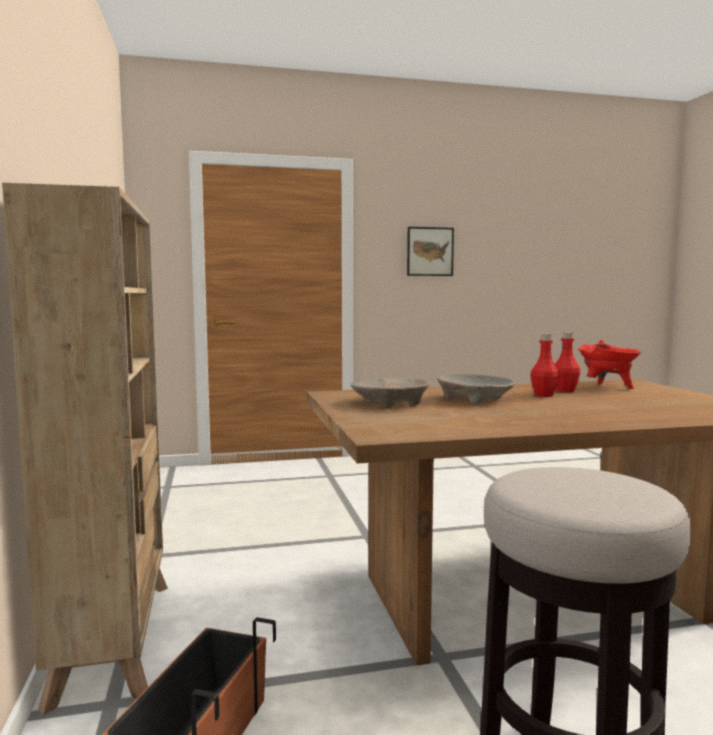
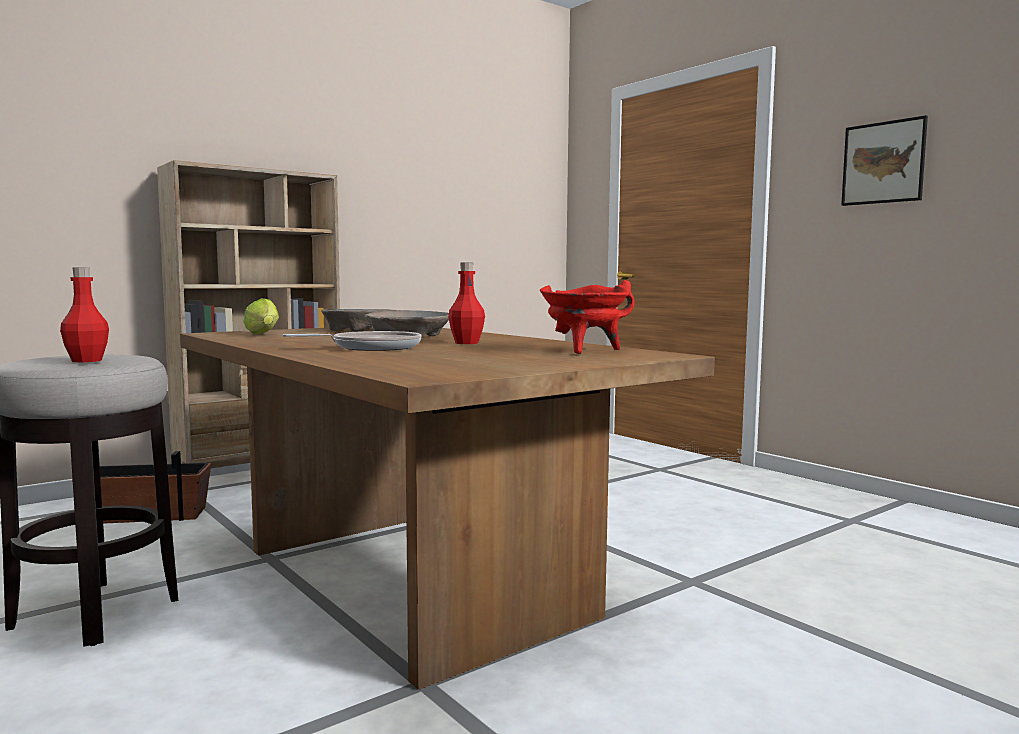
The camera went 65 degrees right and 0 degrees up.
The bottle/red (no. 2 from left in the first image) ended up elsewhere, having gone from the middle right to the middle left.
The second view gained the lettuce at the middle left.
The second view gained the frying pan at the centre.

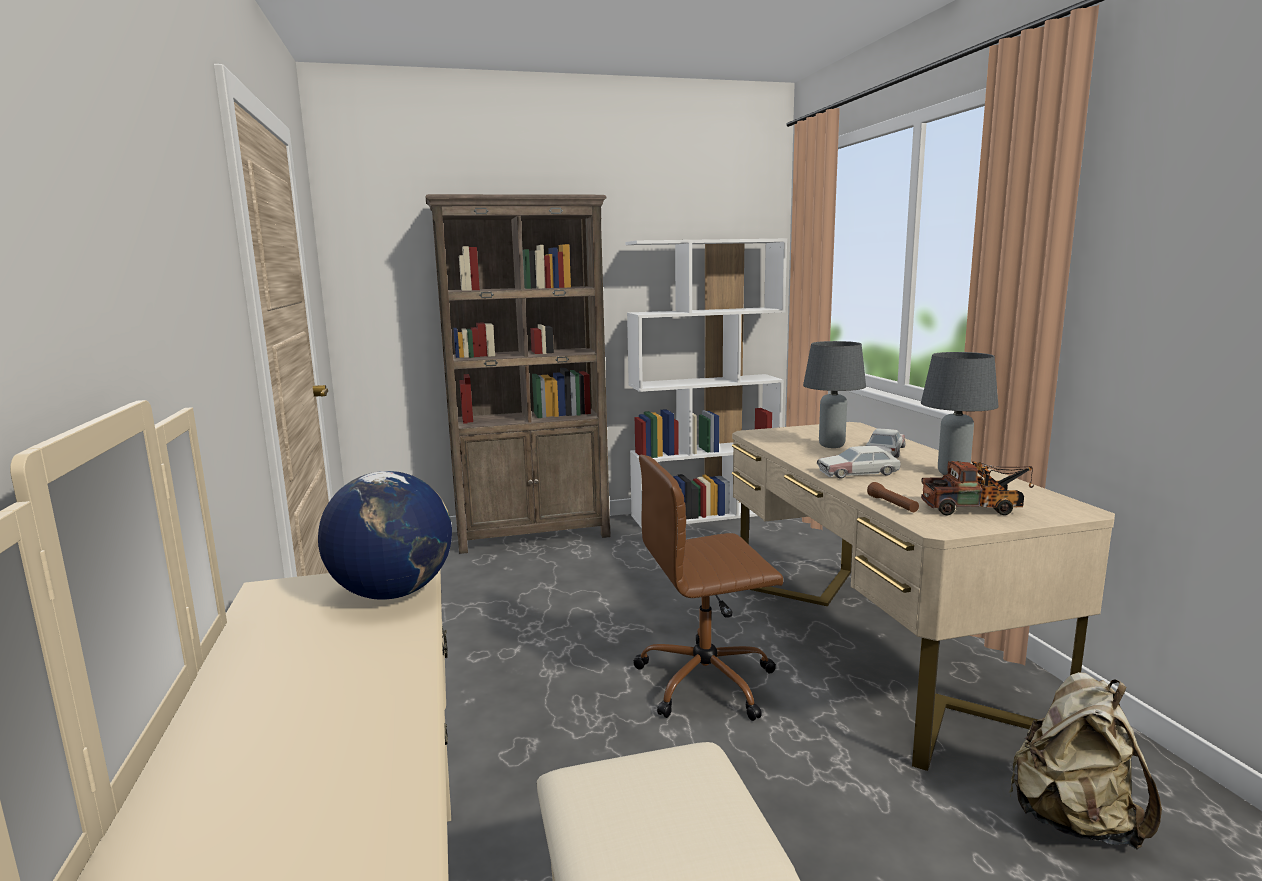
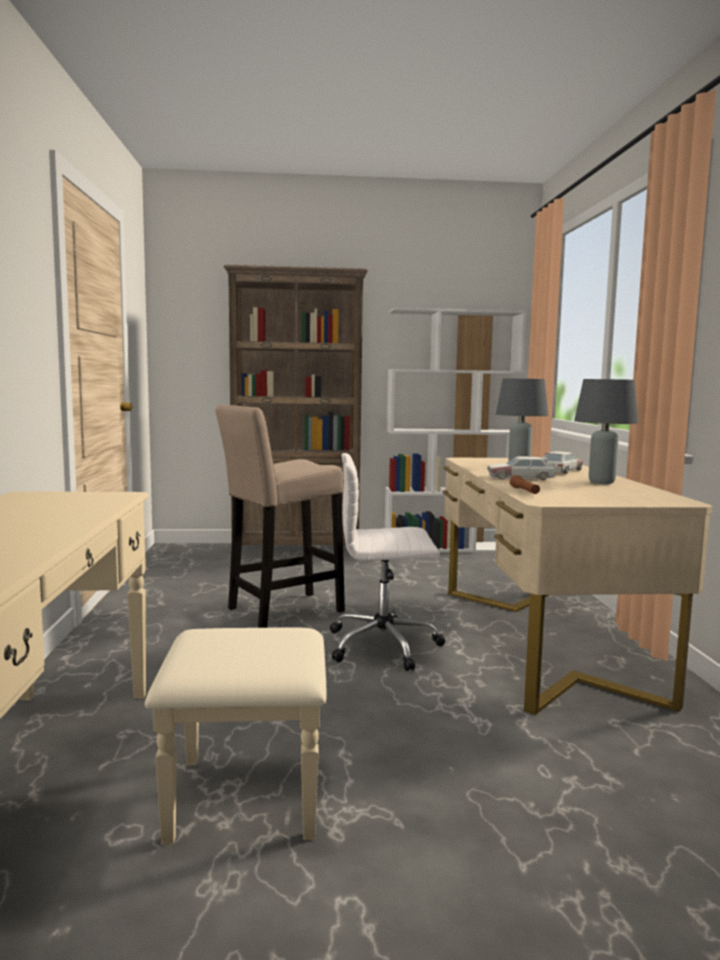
The camera went 10 degrees right and 5 degrees down.
What was the office chair/brown at the bottom centre turned into the office chair/white at the centre.
The second view lost the toy truck at the middle right.
The second view lost the globe at the middle left.
The second view lost the backpack/beige at the bottom right.
The second view gained the stool/beige at the centre.

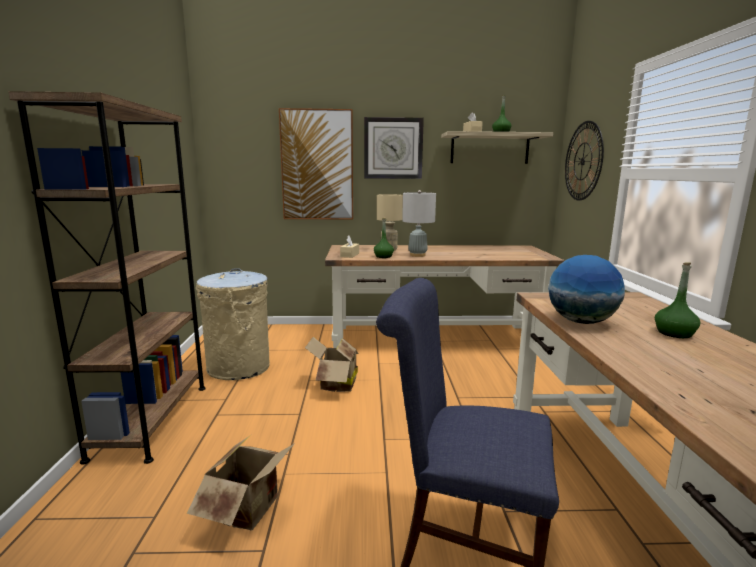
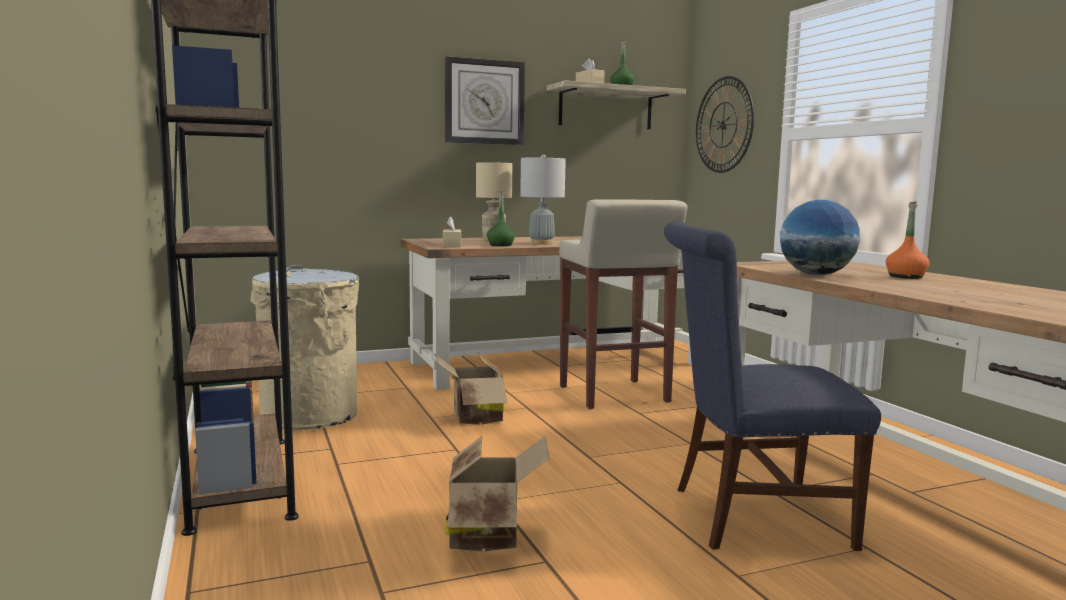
The camera went 20 degrees left and 5 degrees down.
The second view lost the picture at the top centre.
What was the bottle/green (no. 3 from left) at the middle right turned into the bottle/orange at the middle right.
The second view gained the stool/beige at the centre.

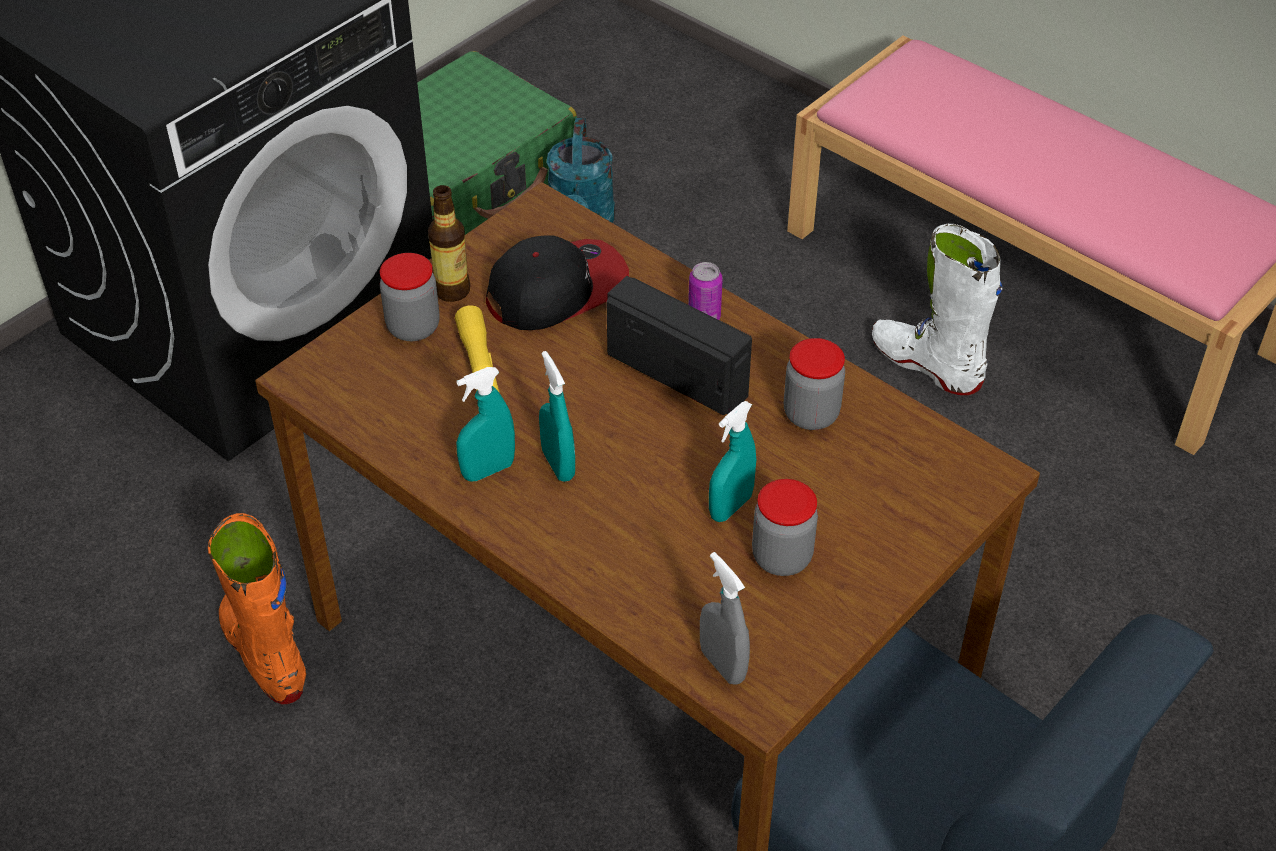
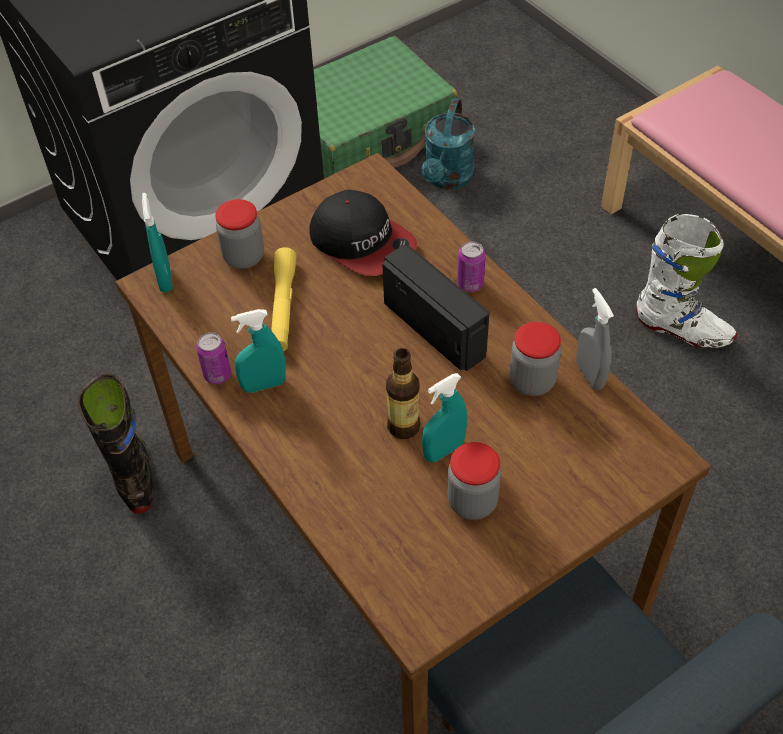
The camera went 15 degrees right and 5 degrees up.
The bottle ended up elsewhere, having gone from the top centre to the centre.
The boot/white at the middle right ended up facing another way, 150 degrees clockwise from before.
The cap at the top centre ended up facing another way, 60 degrees clockwise from before.
The spray bottle/turquoise (no. 2 from left in the first image) ended up elsewhere, having gone from the centre to the top left.
What was the boot/orange at the bottom left turned into the boot/black at the middle left.
The spray bottle/grey ended up elsewhere, having gone from the bottom centre to the middle right.
The second view gained the can (no. 1 from left) at the middle left.

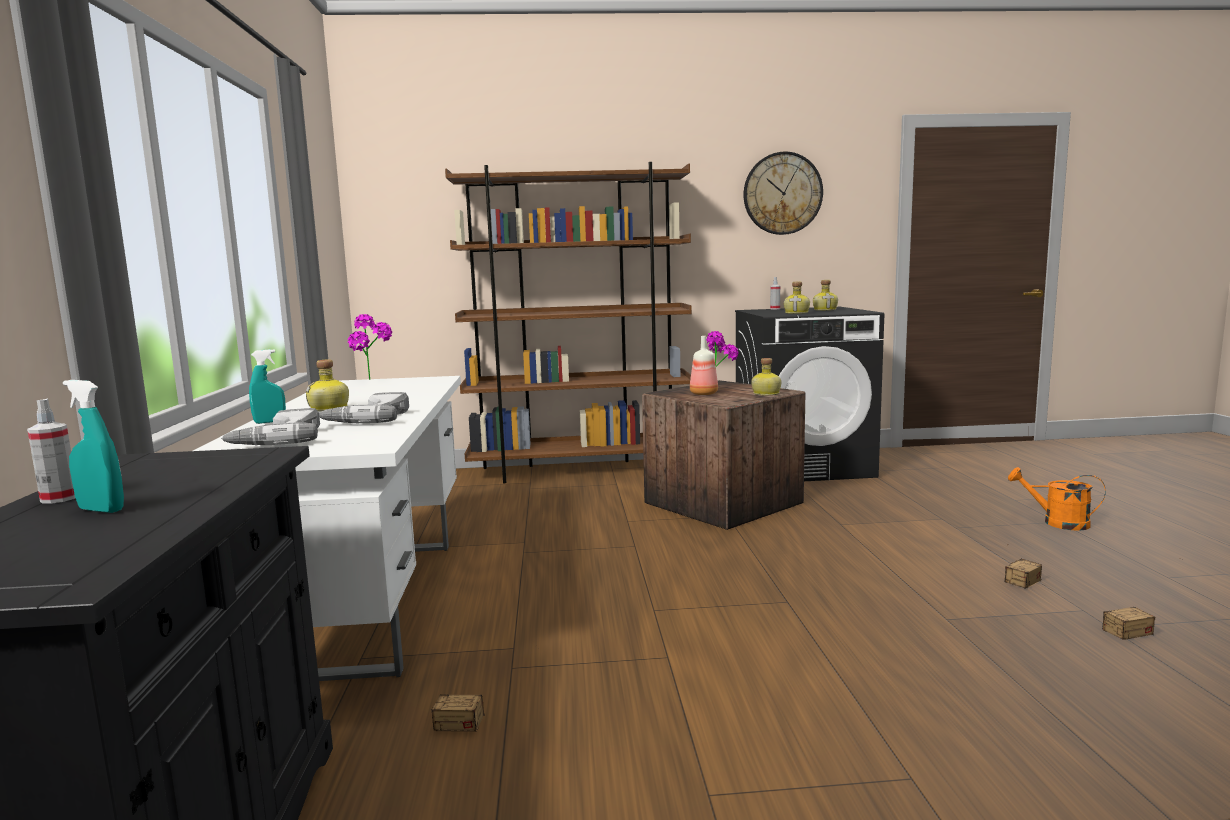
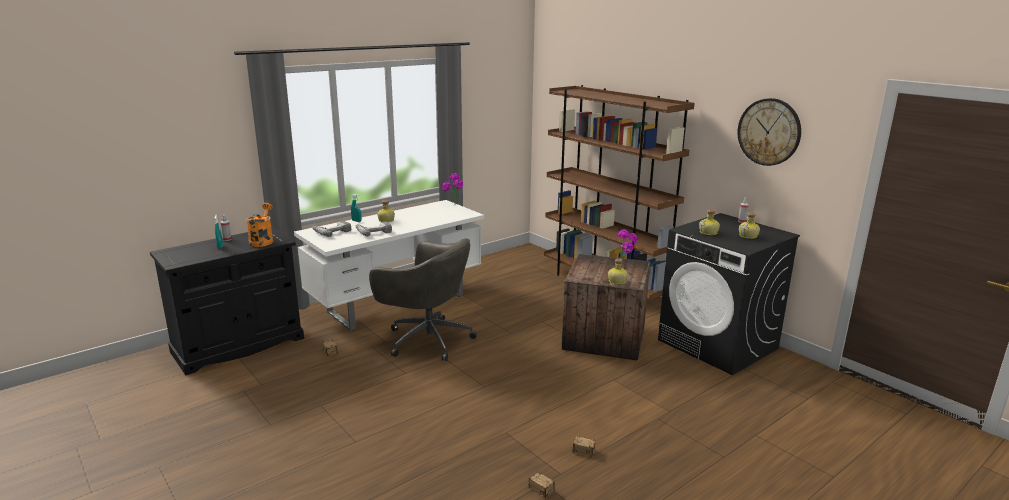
The camera went 55 degrees right and 10 degrees up.
The second view lost the bottle (no. 2 from left) at the centre.
The watering can/orange ended up elsewhere, having gone from the middle right to the middle left.
The second view gained the office chair/grey at the centre.

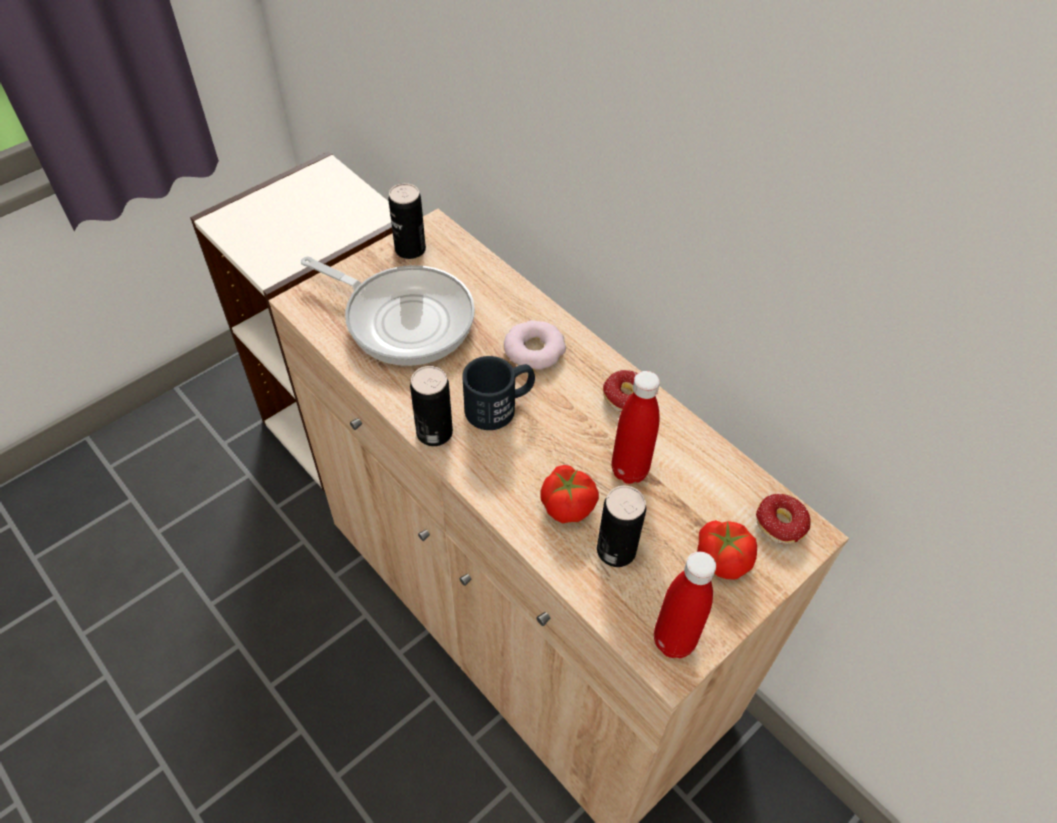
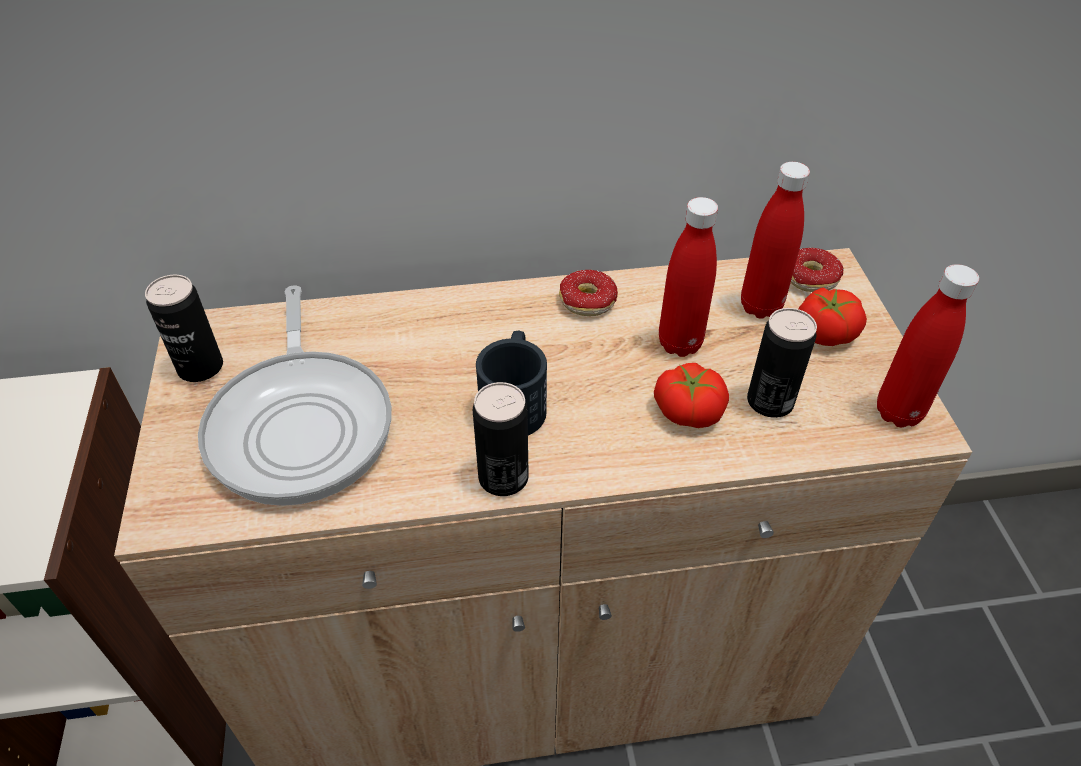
The camera went 55 degrees left and 5 degrees down.
The frying pan at the centre ended up facing another way, 105 degrees clockwise from before.
The second view lost the donut (no. 1 from left) at the centre.
The second view gained the bottle/red (no. 2 from left) at the top right.

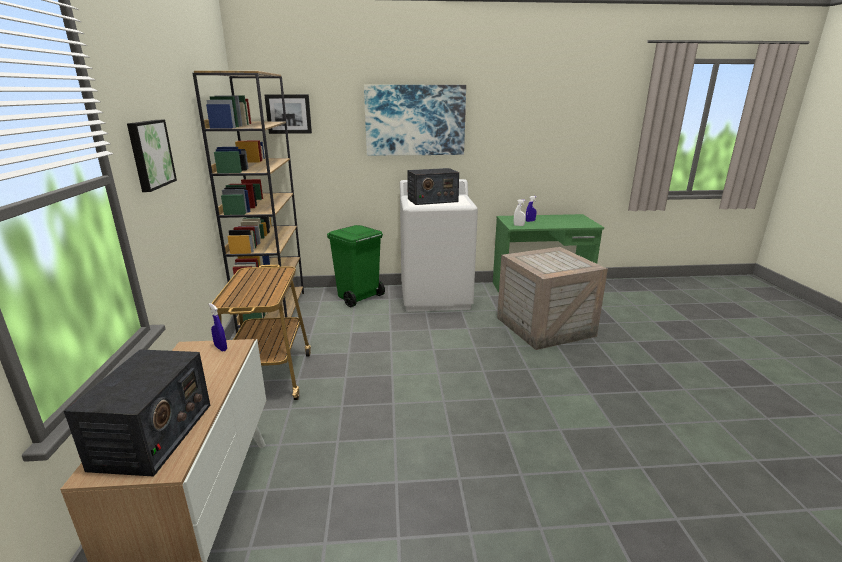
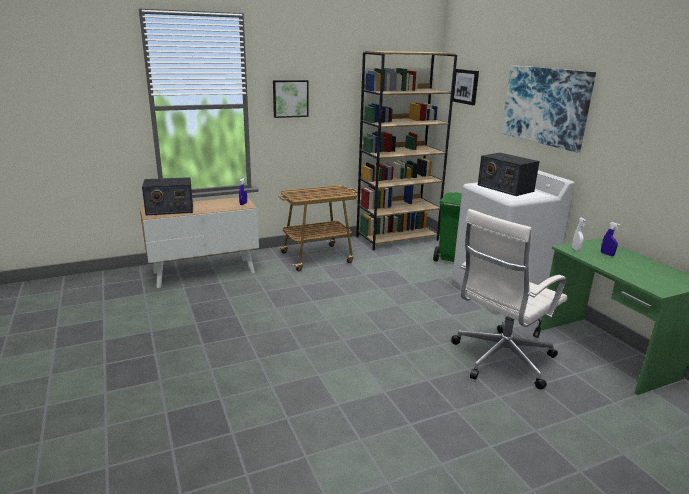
The camera went 70 degrees right and 0 degrees up.
Where the crate stood at the centre, the office chair/white came to stand at the middle right.

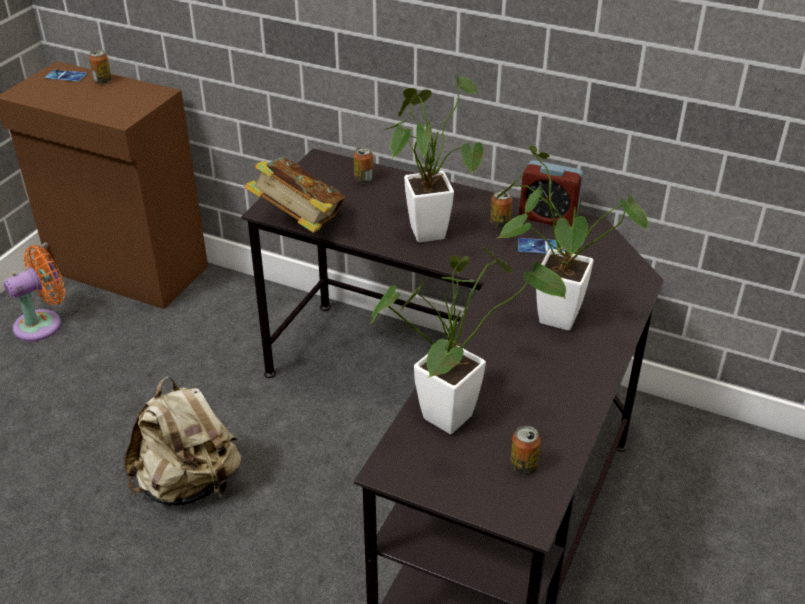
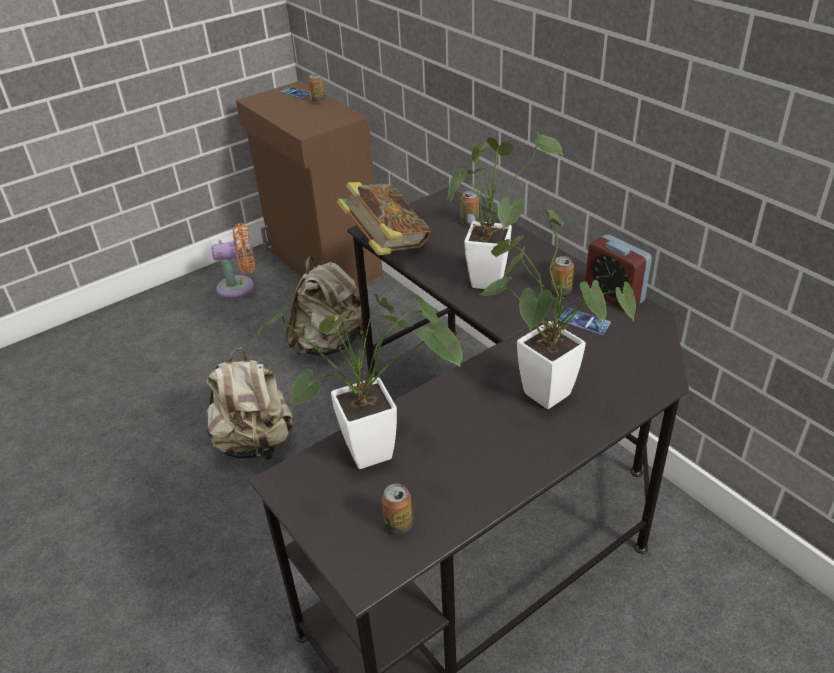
The camera went 30 degrees right and 0 degrees up.
The second view gained the backpack/beige (no. 2 from left) at the centre.

